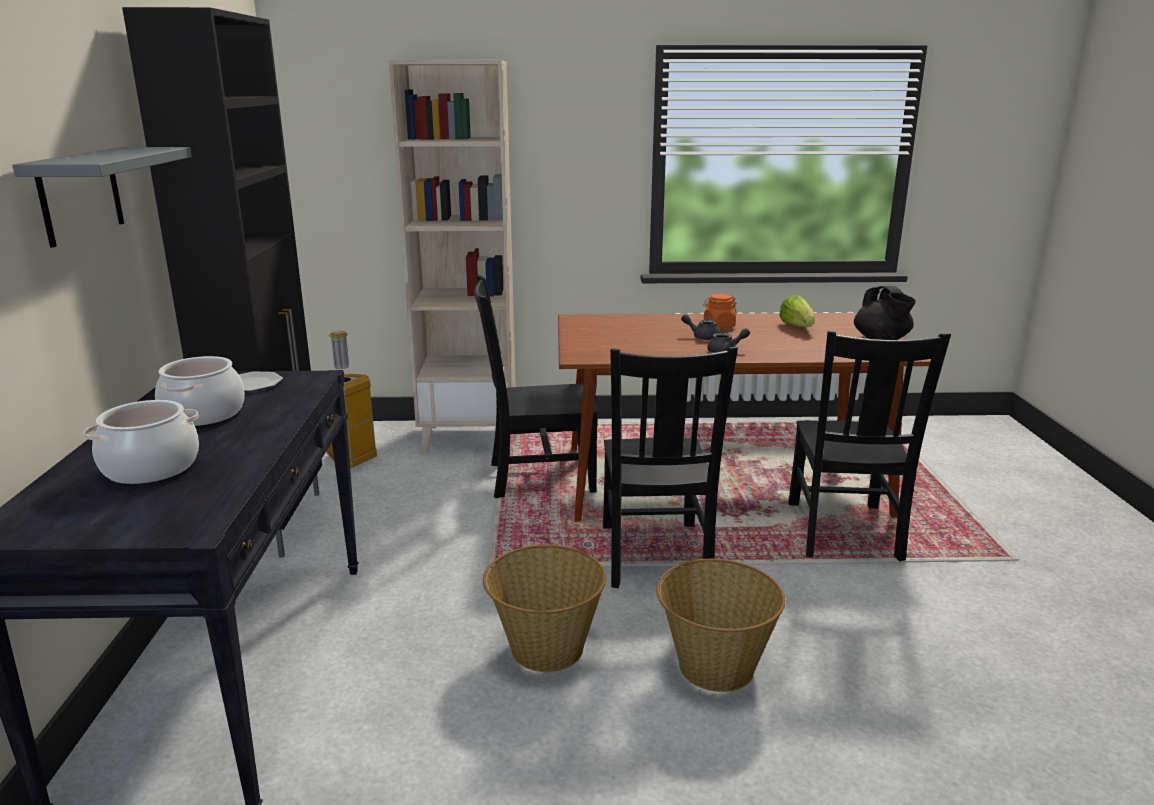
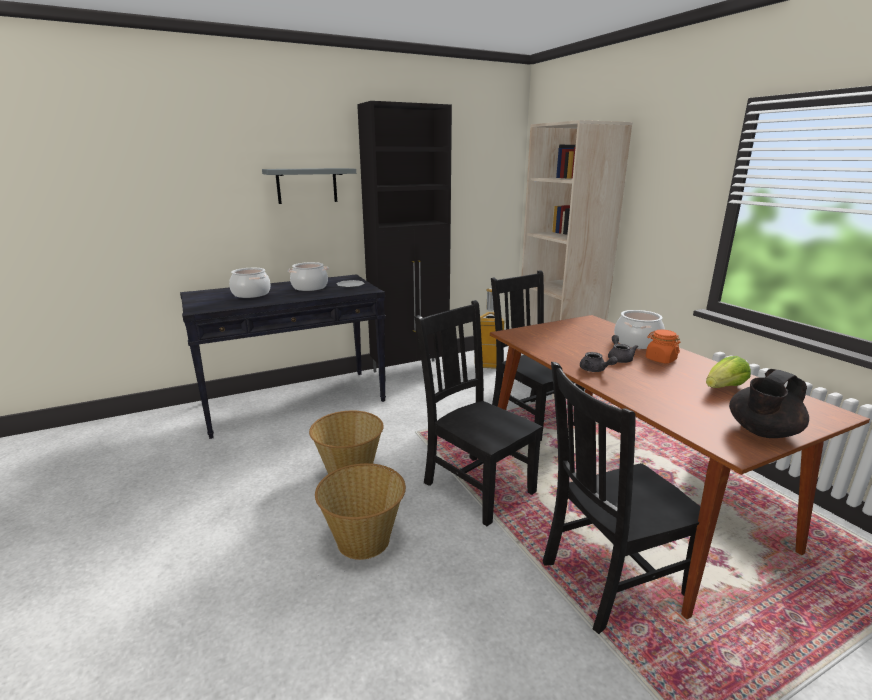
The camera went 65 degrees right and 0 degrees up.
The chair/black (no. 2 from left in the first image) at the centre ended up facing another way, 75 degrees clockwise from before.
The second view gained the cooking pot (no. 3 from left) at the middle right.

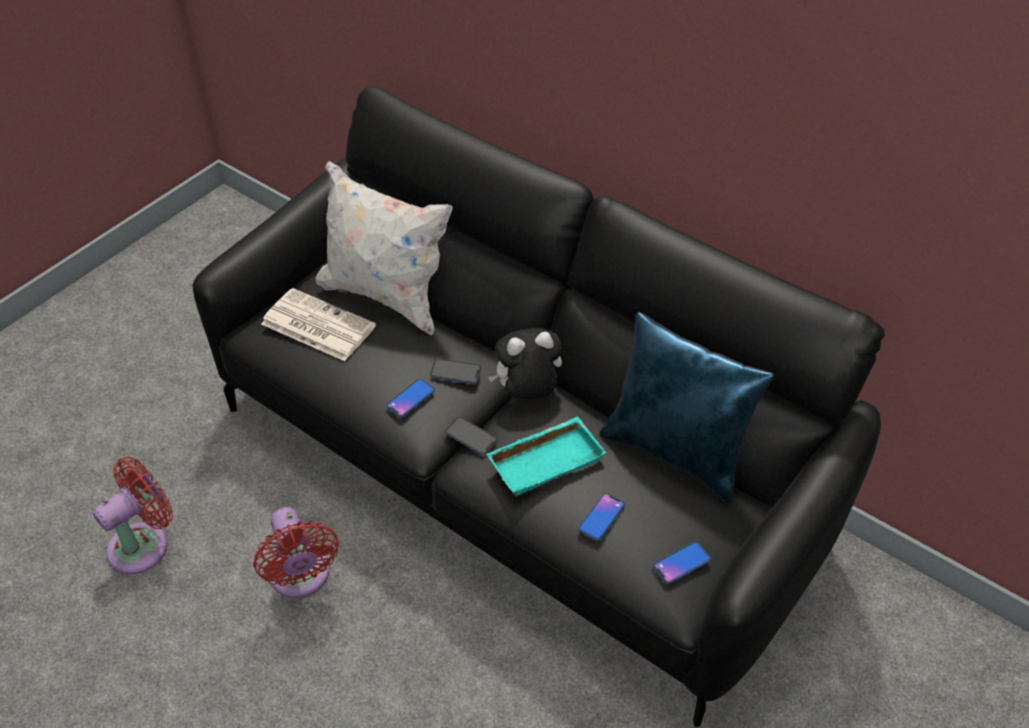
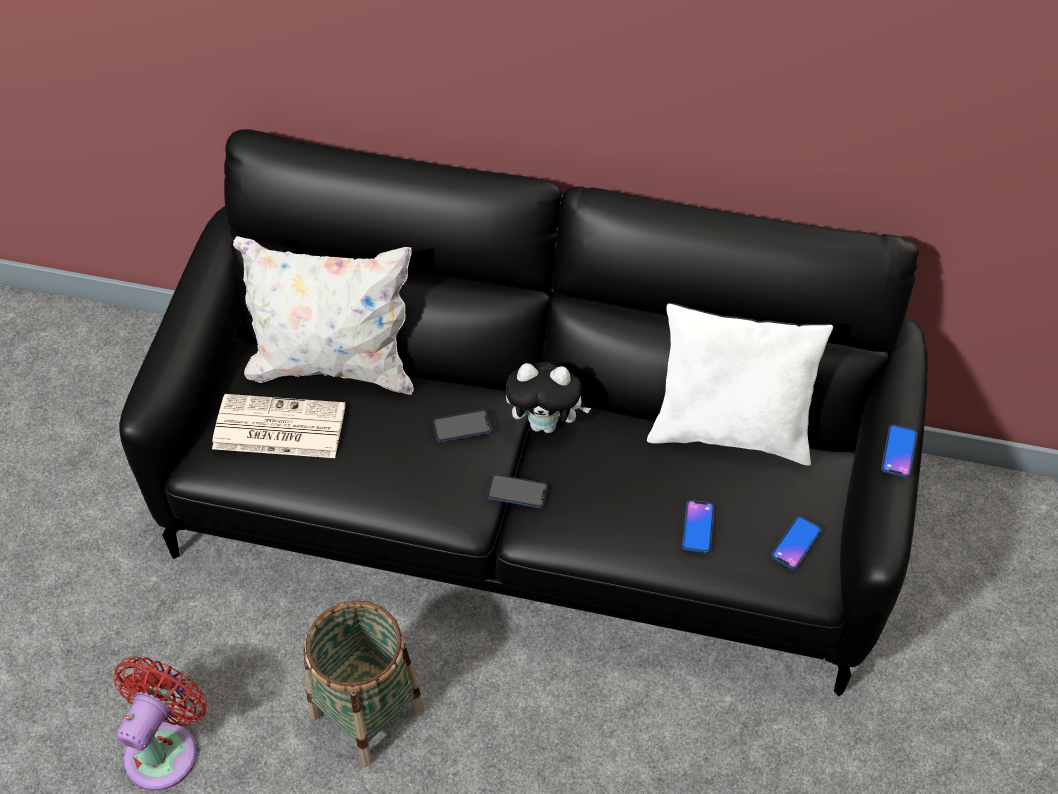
The camera went 25 degrees left and 5 degrees up.
What was the pillow/blue at the middle right turned into the pillow/white (no. 2 from left) at the middle right.
The plush toy at the centre ended up facing another way, 135 degrees counterclockwise from before.
The phone (no. 1 from left in the first image) ended up elsewhere, having gone from the centre to the middle right.
The second view lost the tray/turquoise at the centre.
Where the fan/red (no. 2 from left) stood at the bottom left, the basket came to stand at the bottom centre.

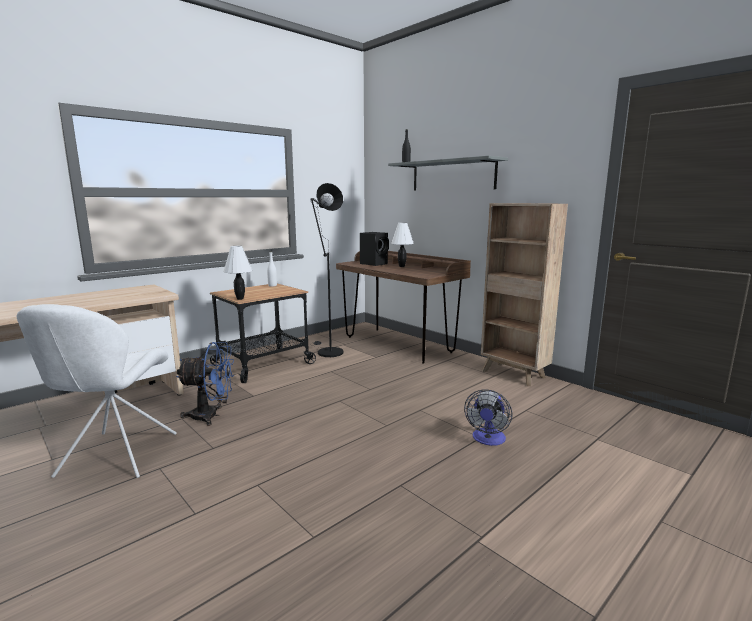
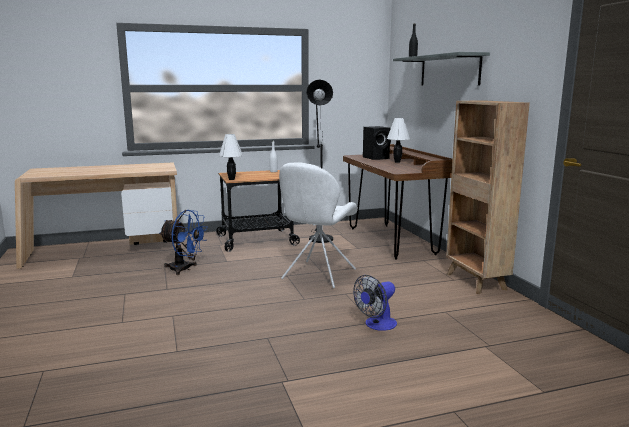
The camera went 25 degrees right and 0 degrees up.
The chair/white ended up elsewhere, having gone from the middle left to the centre.

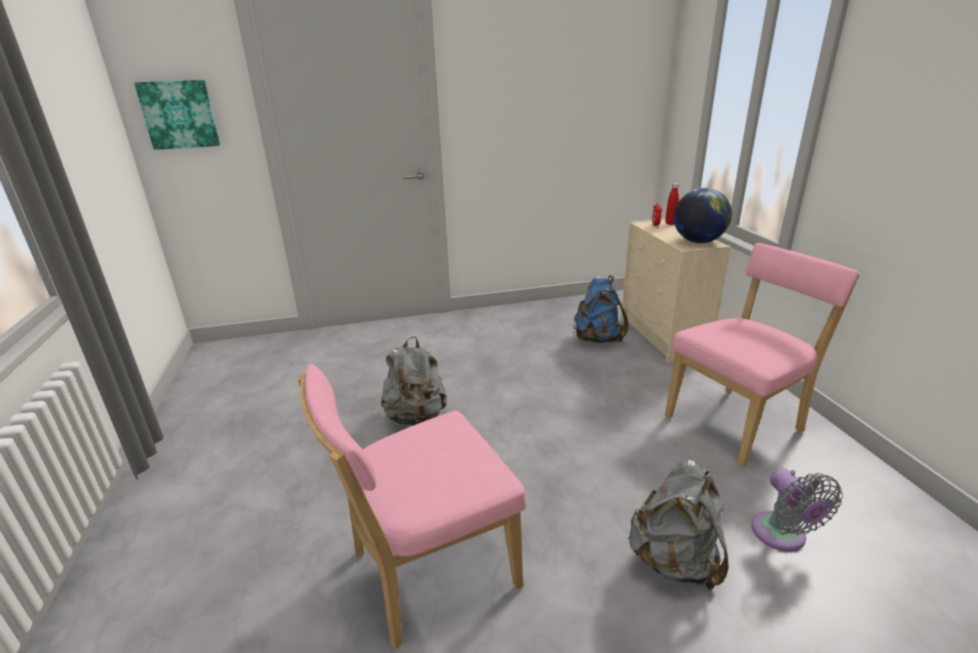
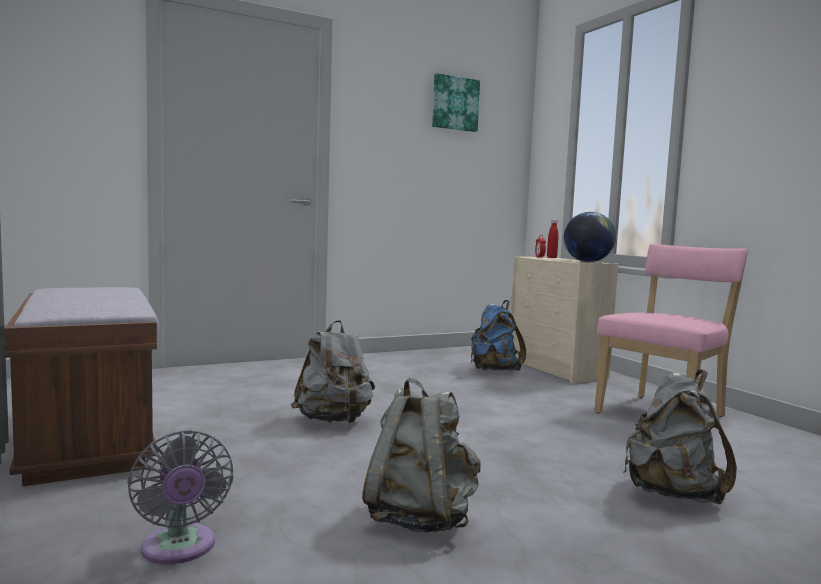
The camera went 15 degrees left and 20 degrees down.
The picture ended up elsewhere, having gone from the top left to the top centre.
Where the chair/pink (no. 1 from left) stood at the bottom centre, the backpack/grey (no. 2 from left) came to stand at the bottom centre.
The fan/grey ended up elsewhere, having gone from the bottom right to the bottom left.
The second view gained the bench/brown at the middle left.

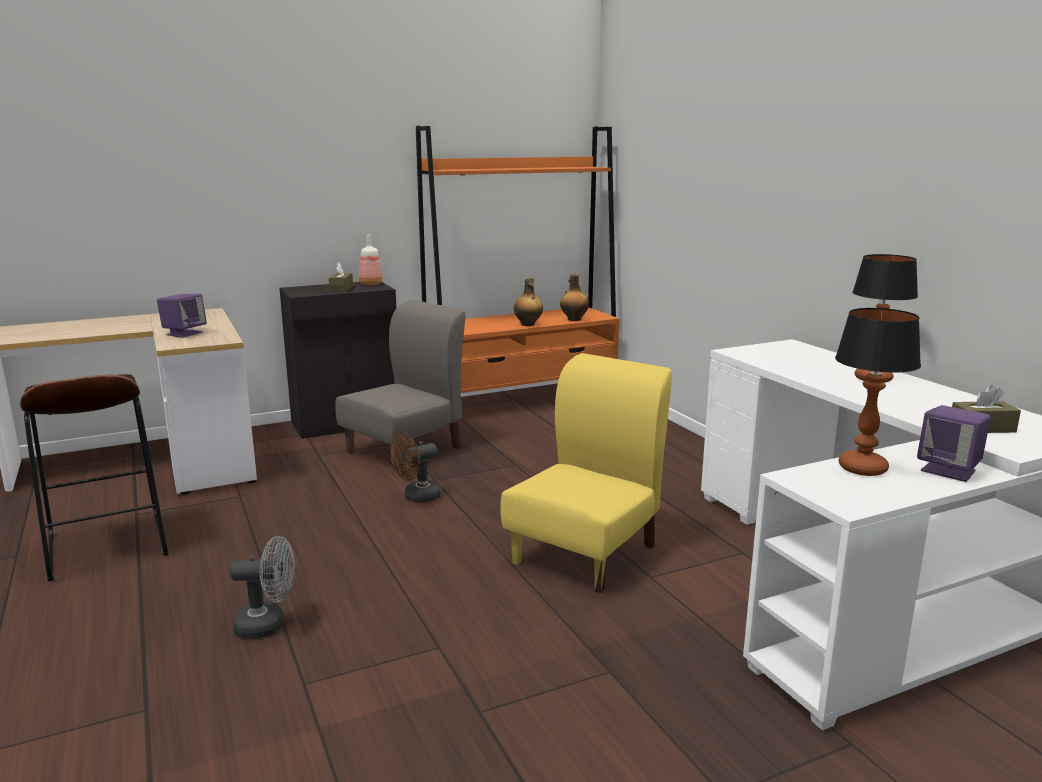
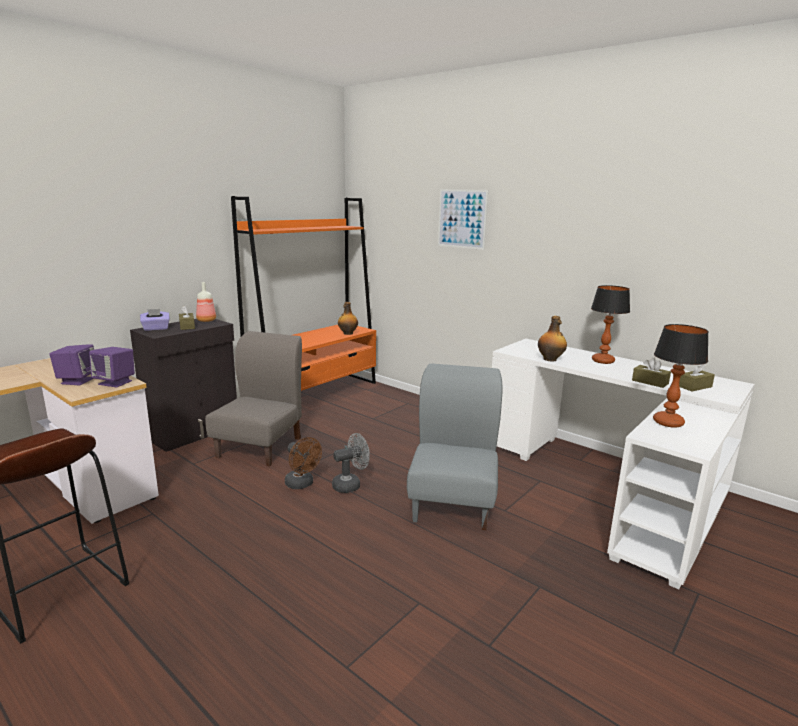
The camera went 25 degrees left and 0 degrees up.
The bottle (no. 2 from left in the first image) ended up elsewhere, having gone from the centre to the middle right.
What was the chair/yellow at the centre turned into the chair/grey (no. 2 from left) at the centre.
The speaker/purple (no. 2 from left) ended up elsewhere, having gone from the middle right to the middle left.
The fan/brown at the centre ended up facing another way, 75 degrees counterclockwise from before.
The fan/grey ended up elsewhere, having gone from the bottom left to the centre.
The second view gained the picture at the top centre.
The second view gained the tissue box/purple at the middle left.
The second view gained the tissue box/brown (no. 2 from left) at the middle right.

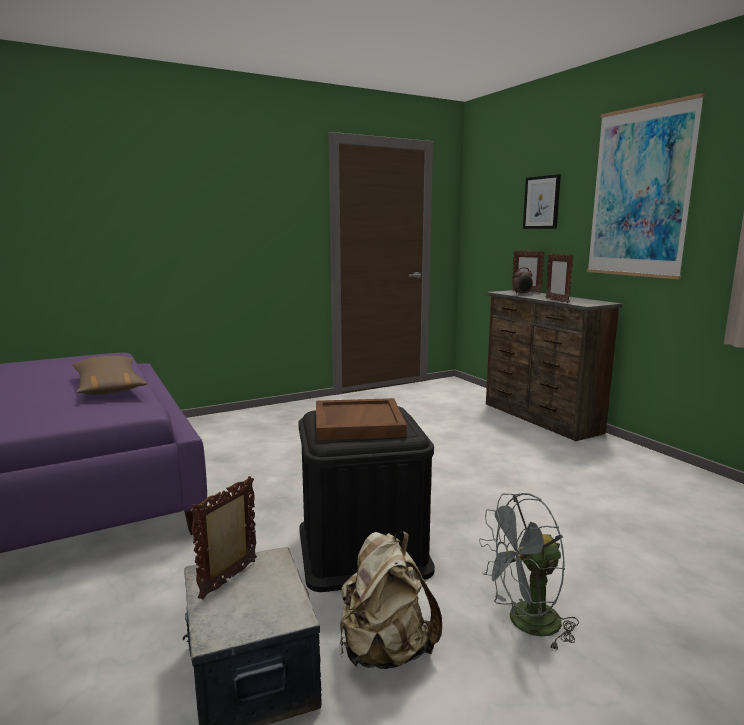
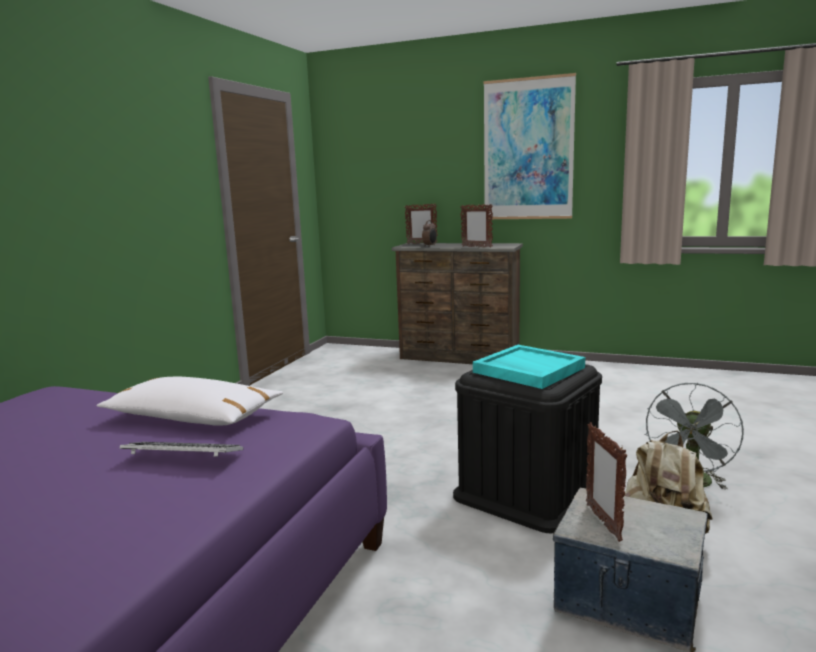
The camera went 40 degrees left and 0 degrees up.
The second view lost the picture (no. 1 from left) at the top right.
What was the pillow/brown at the middle left turned into the pillow/white at the middle left.
What was the tray/brown at the centre turned into the tray/turquoise at the centre.
The second view gained the keyboard at the bottom left.

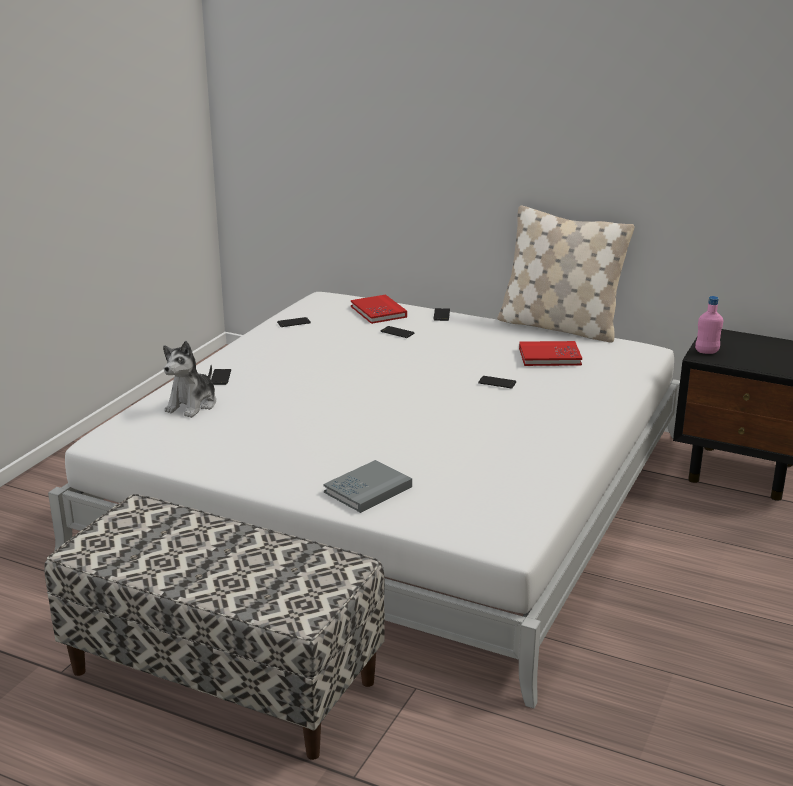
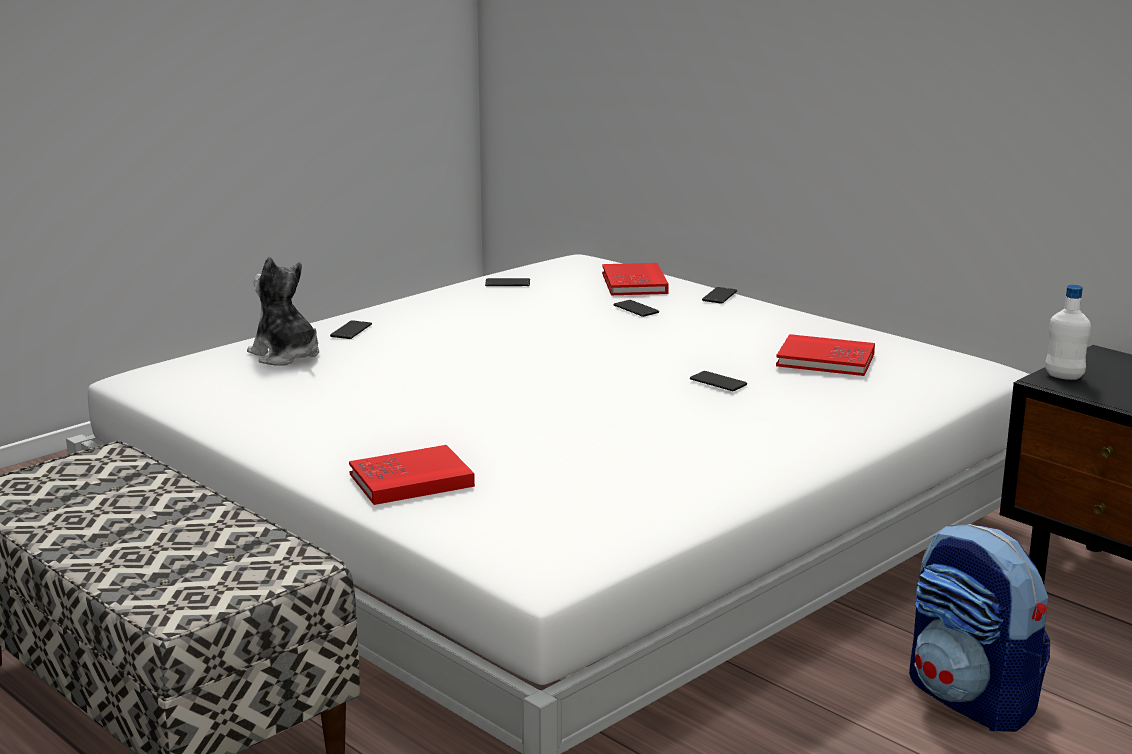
The camera went 20 degrees right and 5 degrees down.
The second view lost the pillow/beige at the middle right.
What was the bottle/pink at the middle right turned into the bottle/white at the middle right.
The plush toy at the middle left ended up facing another way, 90 degrees clockwise from before.
What was the book/grey at the centre turned into the book/red (no. 1 from left) at the centre.
The second view gained the backpack at the bottom right.

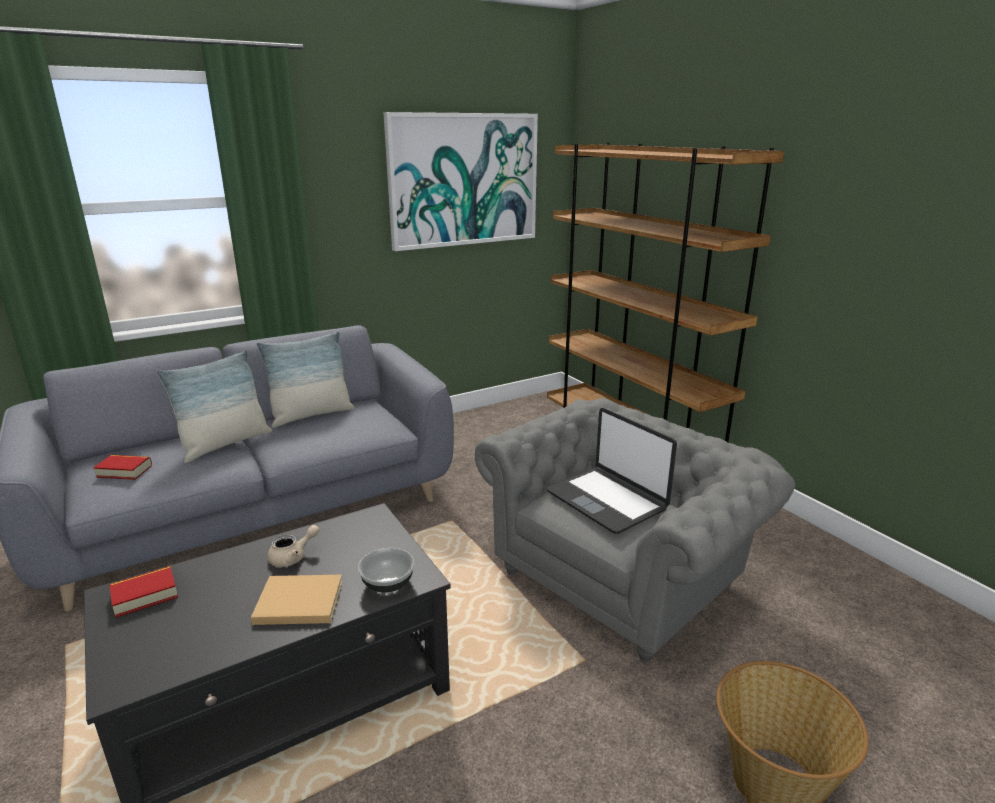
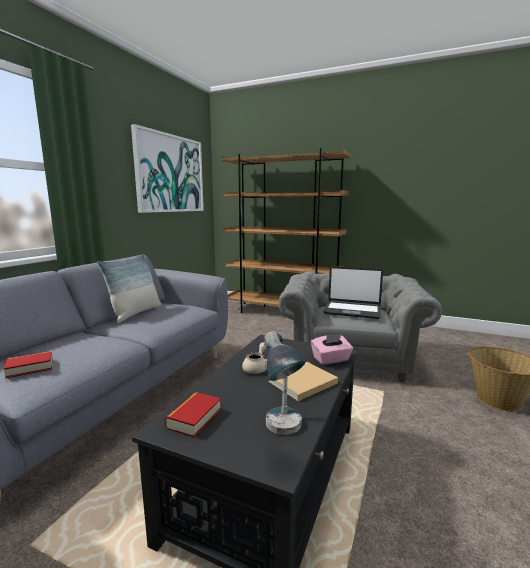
The camera went 35 degrees left and 10 degrees down.
The second view lost the pillow (no. 1 from left) at the middle left.
Where the bowl stood at the bottom centre, the tissue box/pink came to stand at the centre.
The second view gained the table lamp at the bottom centre.

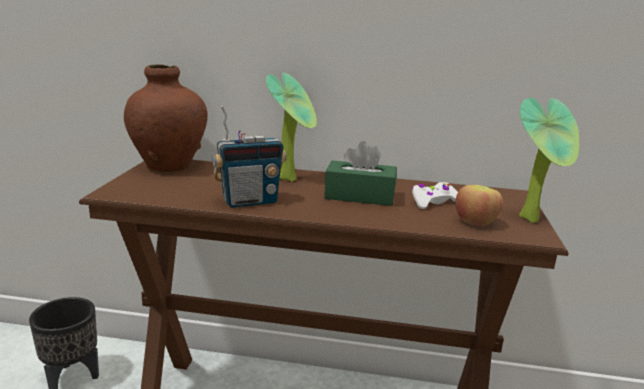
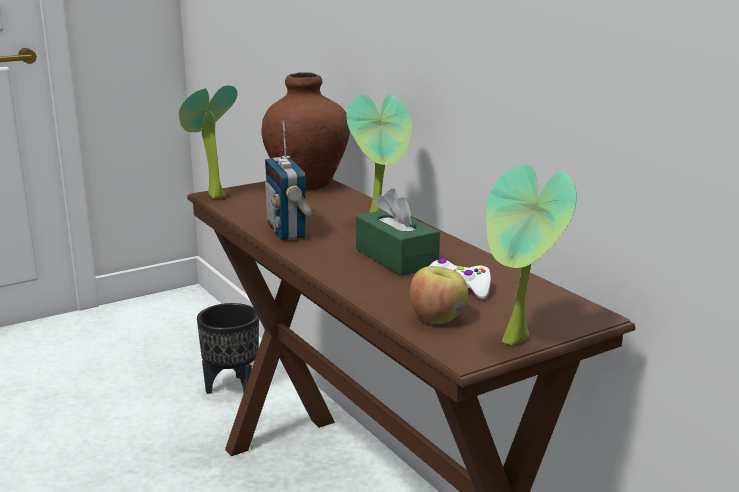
The camera went 50 degrees right and 0 degrees up.
The radio at the centre ended up facing another way, 45 degrees clockwise from before.
The second view gained the potted plant (no. 1 from left) at the top left.

